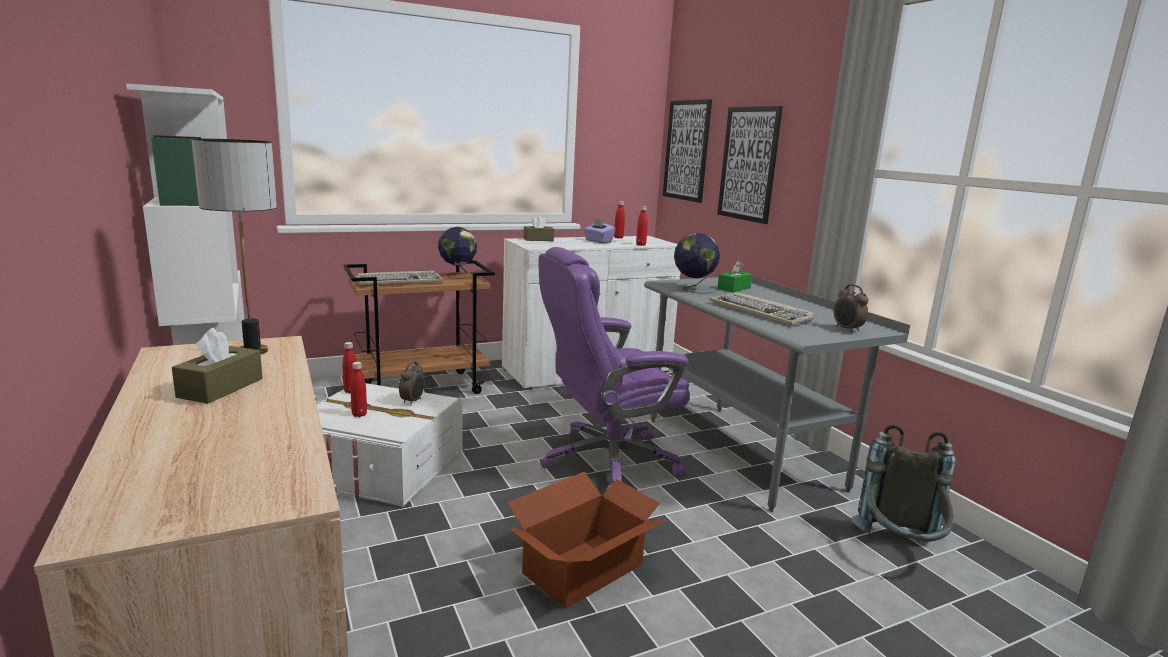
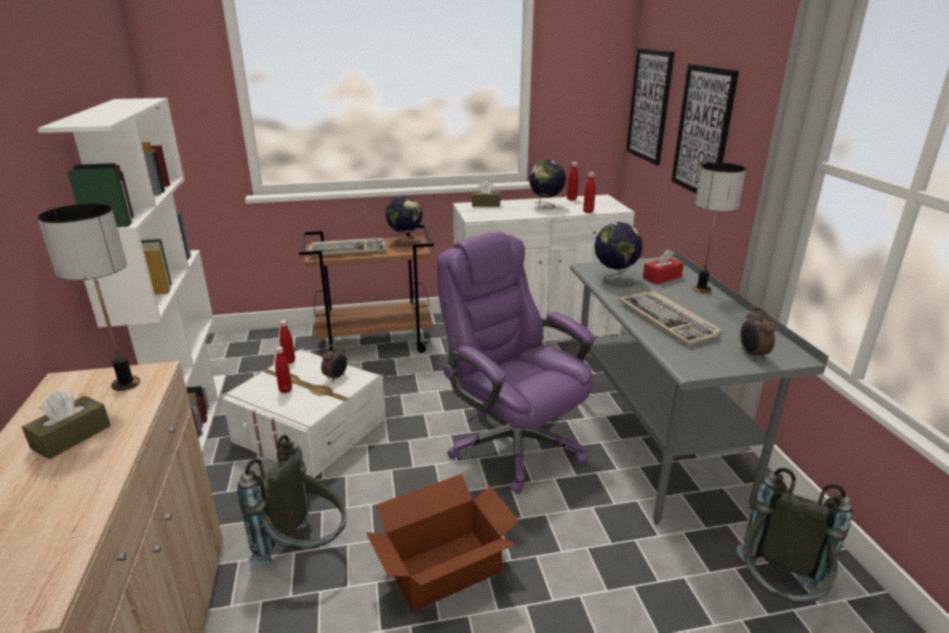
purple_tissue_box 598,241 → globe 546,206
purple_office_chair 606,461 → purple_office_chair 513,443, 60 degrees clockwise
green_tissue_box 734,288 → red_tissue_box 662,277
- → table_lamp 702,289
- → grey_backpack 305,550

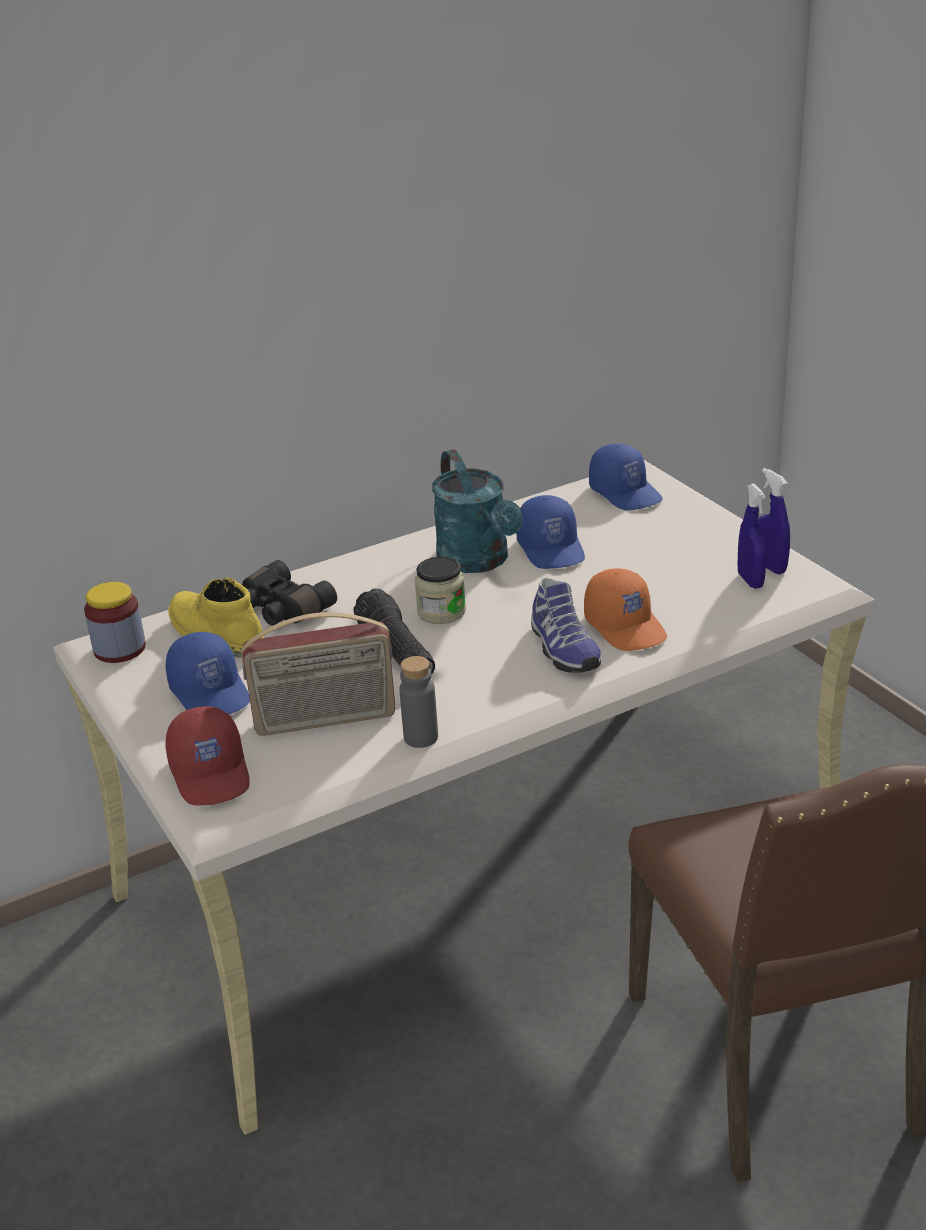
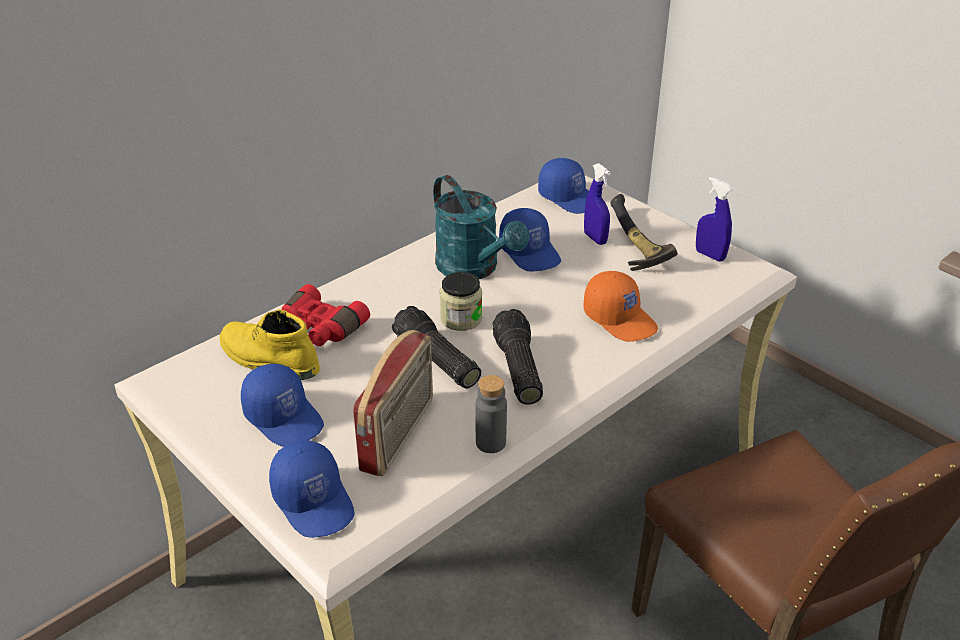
blue_spray_bottle 750,581 → blue_spray_bottle 595,238, move
black_binoculars 281,609 → red_binoculars 319,329
shoe 562,649 → -
jar 119,649 → -
radio 325,720 → radio 399,435, 45 degrees counterclockwise
red_cap 212,773 → blue_cap 315,501
- → hammer 632,243
- → flashlight 516,369

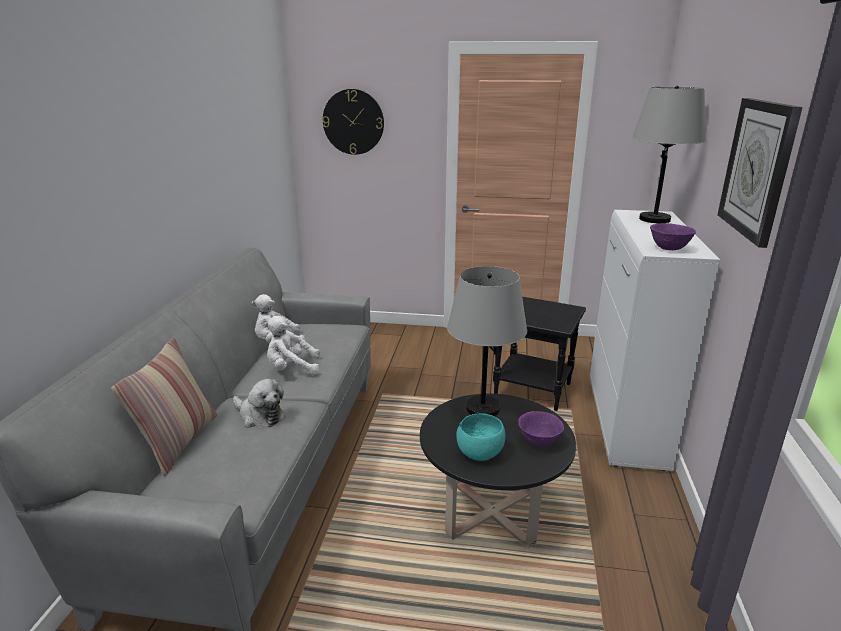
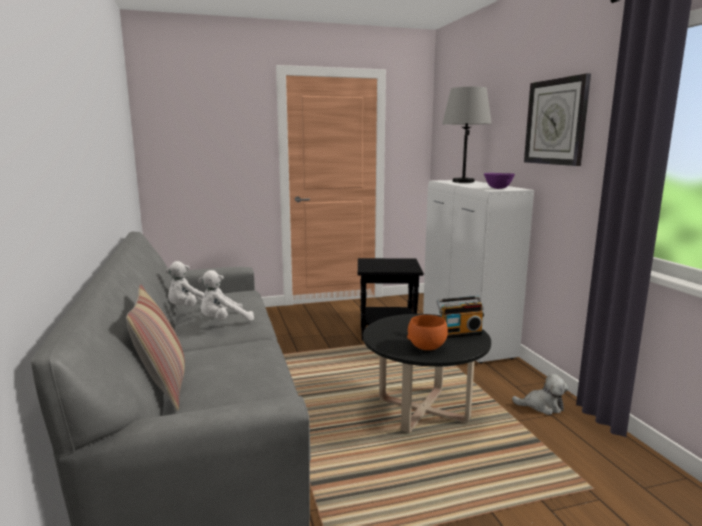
wall_clock 353,122 → -
grey_table_lamp 482,408 → -
plush_toy 259,416 → plush_toy 542,406, move
purple_bowl 539,442 → radio 459,333
turquoise_bowl 480,454 → orange_bowl 427,347

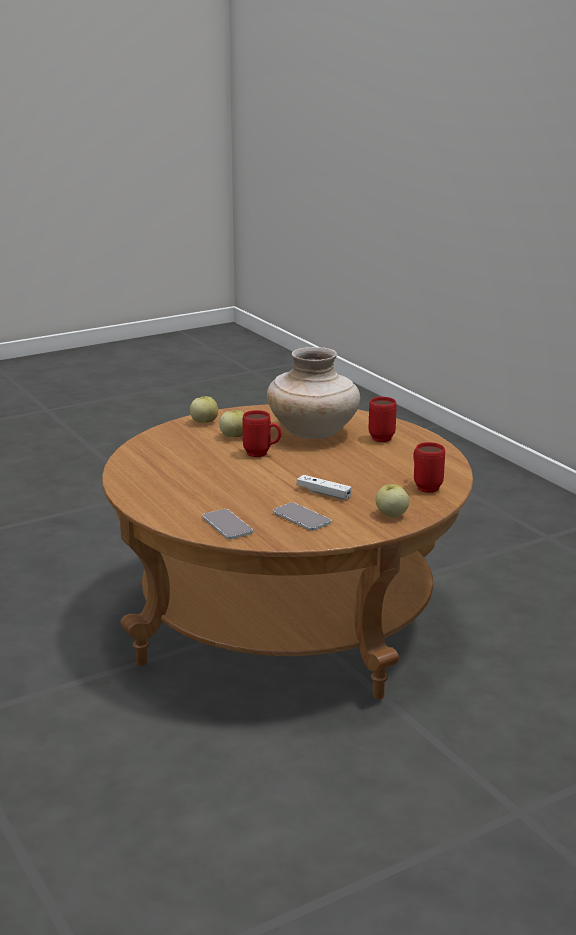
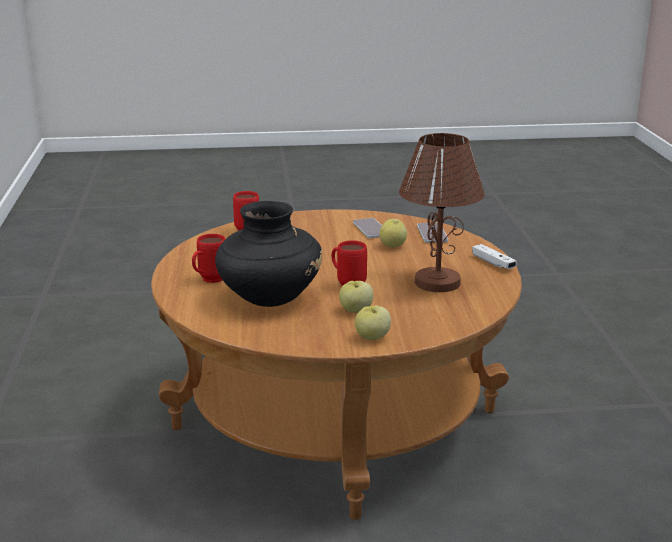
beige_vase 313,433 → black_vase 269,298
white_game_controller 323,493 → white_game_controller 493,263, move
apple 391,515 → apple 393,245, move
- → brown_table_lamp 436,282

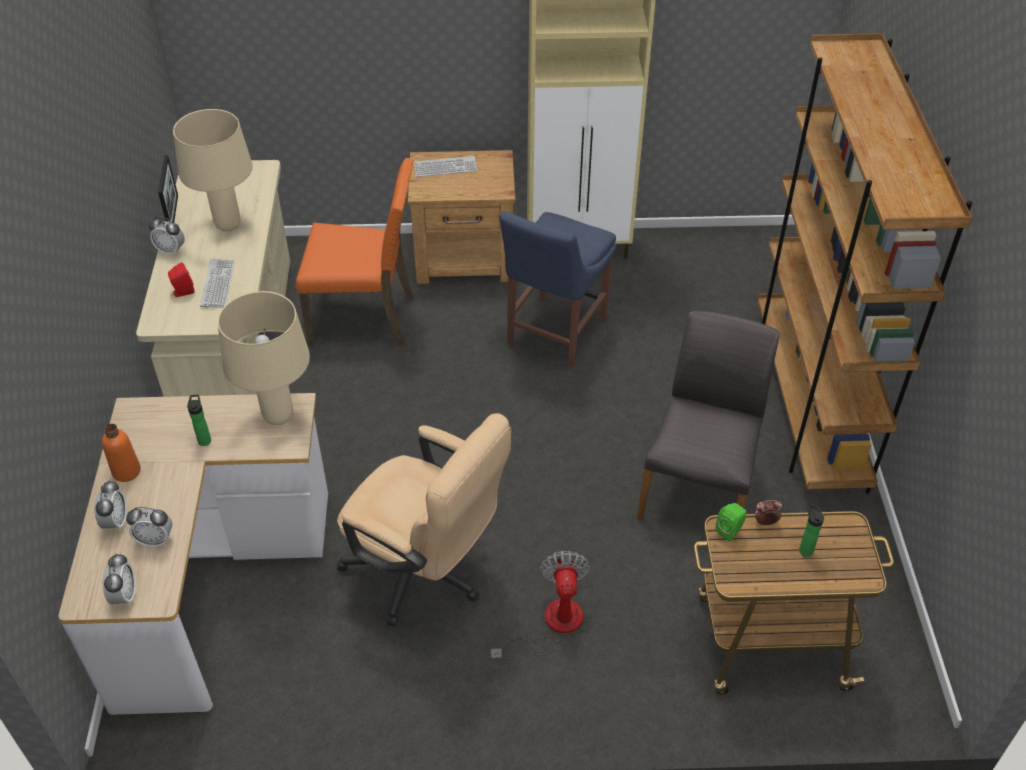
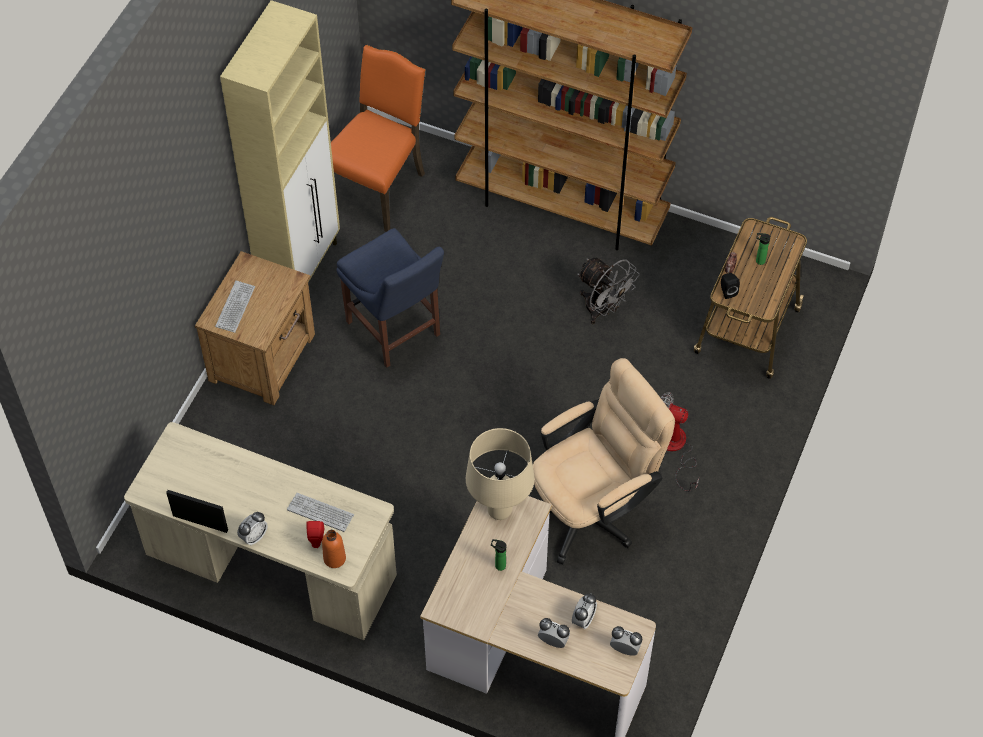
beige_table_lamp 228,225 → -
orange_chair 365,318 → orange_chair 378,188, move
grey_chair 698,488 → grey_fan 603,310
orange_bottle 126,471 → orange_bottle 334,558, move
green_speaker 730,530 → black_speaker 727,291

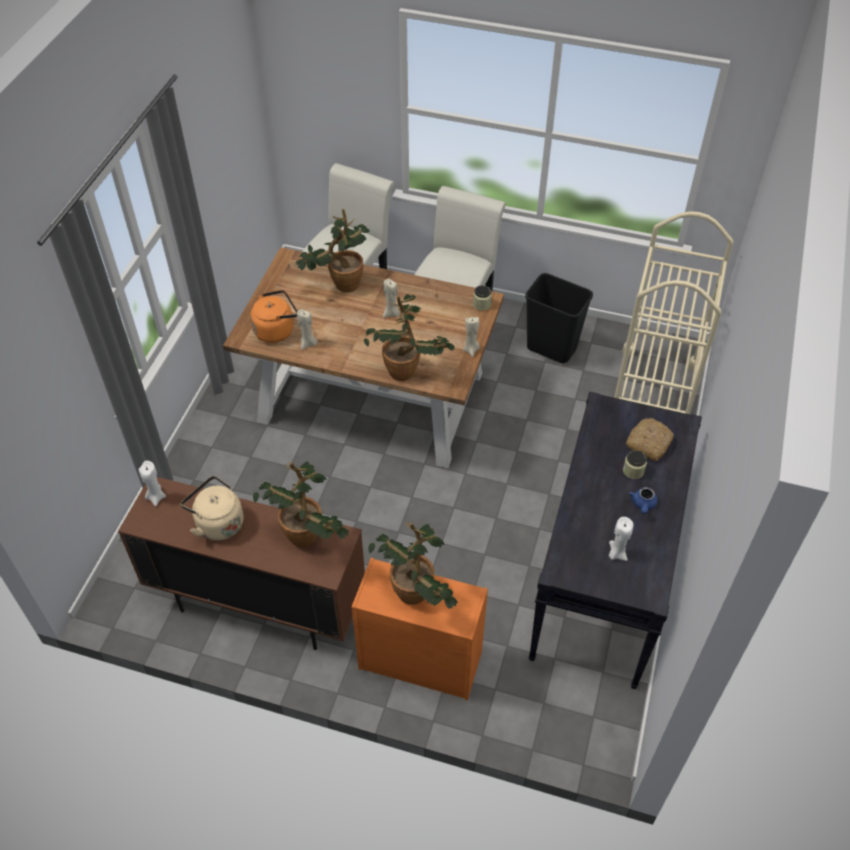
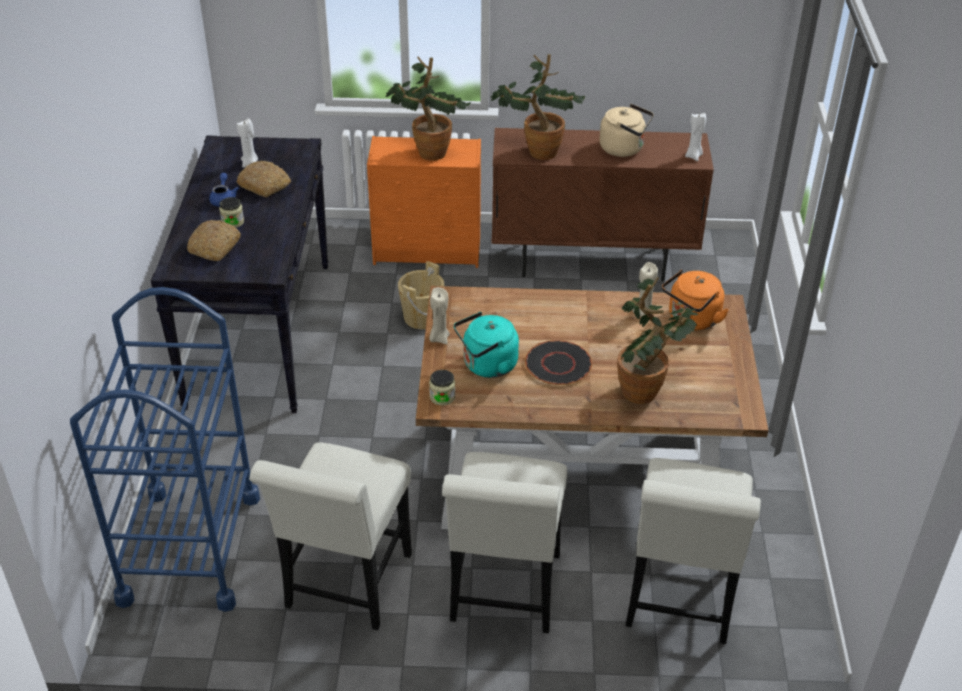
beige_cart 653,392 → blue_cart 190,548
black_trash_can 552,348 → white_chair 345,588
beige_candle 392,314 → black_plate 558,364
potted_plant 407,374 → -
- → bread 265,185
- → beige_bucket 422,317
- → turquoise_kettle 487,366

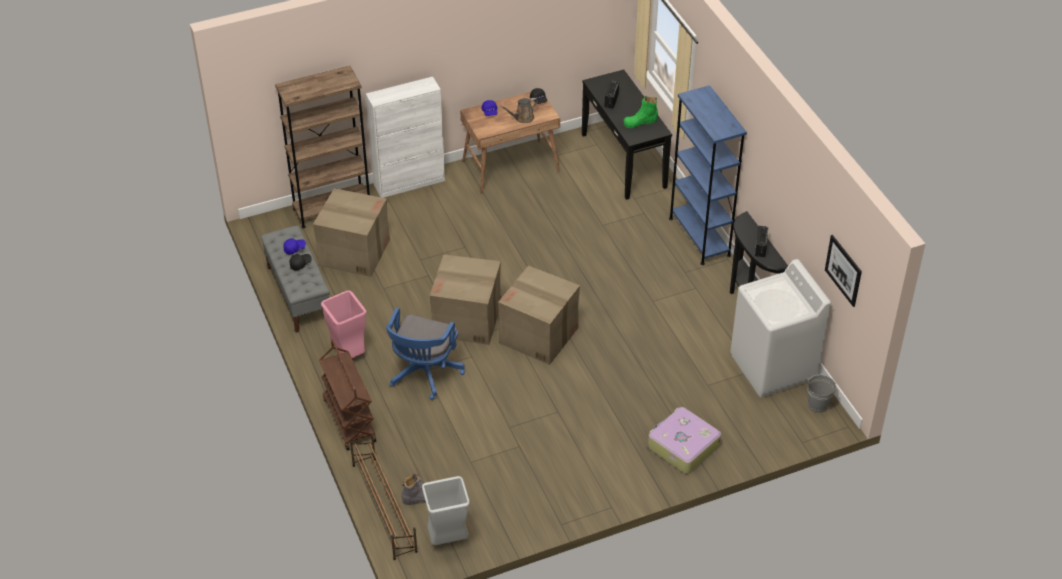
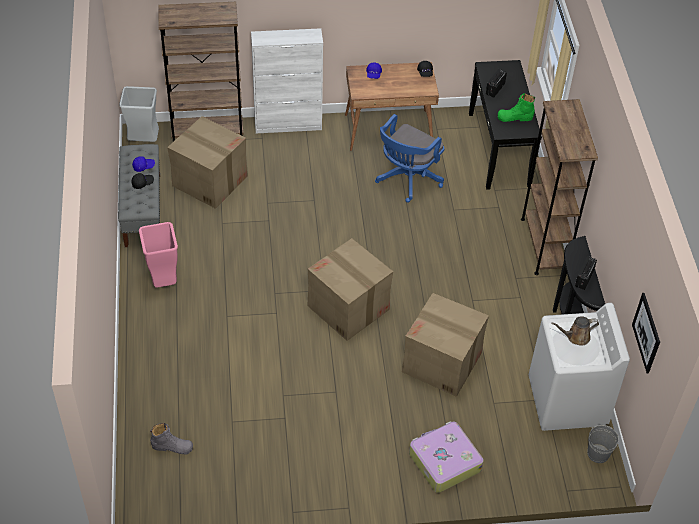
blue_bookcase 699,237 → brown_bookcase 544,245
brown_watering_can 522,118 → brown_watering_can 576,337, move
cardboard_box 467,320 → cardboard_box 442,362, move
blue_office_chair 423,374 → blue_office_chair 407,179, move
brown_cart 349,419 → -
brown_shoe_rack 384,507 → -
grey_trash_can 447,540 → grey_trash_can 143,141, move

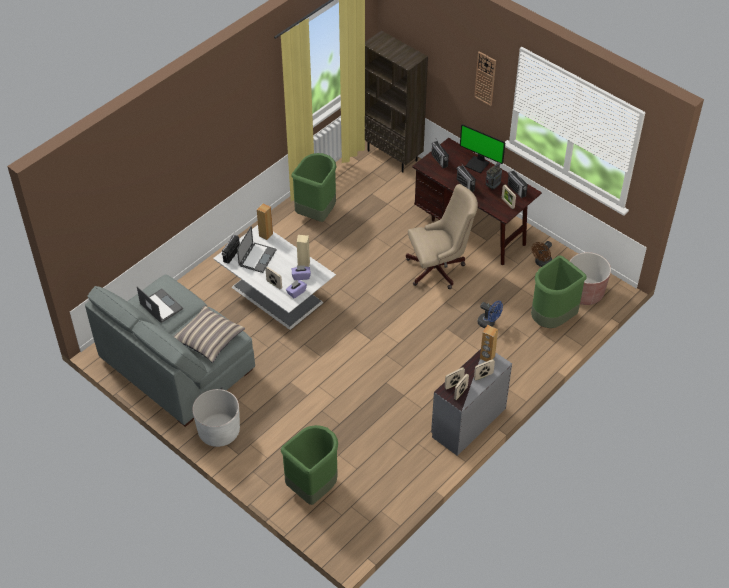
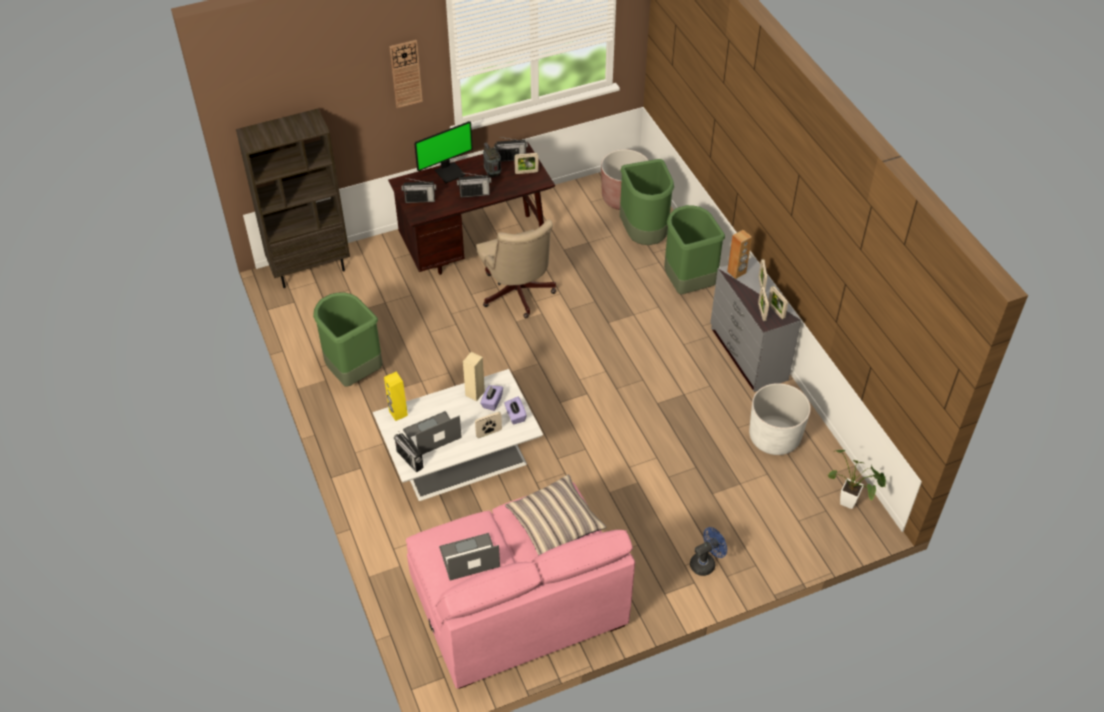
beige_office_chair 439,269 → beige_office_chair 517,296, 150 degrees clockwise
brown_speaker 265,234 → yellow_speaker 398,413
laptop 257,257 → laptop 431,434, 75 degrees counterclockwise
brown_fan 541,263 → -
grey_sofa 177,365 → pink_sofa 517,603
blue_fan 489,323 → blue_fan 706,563, move
white_planter 219,431 → white_planter 774,437, move
green_trash_can 312,488 → green_trash_can 687,284, move
- → potted_plant 851,504

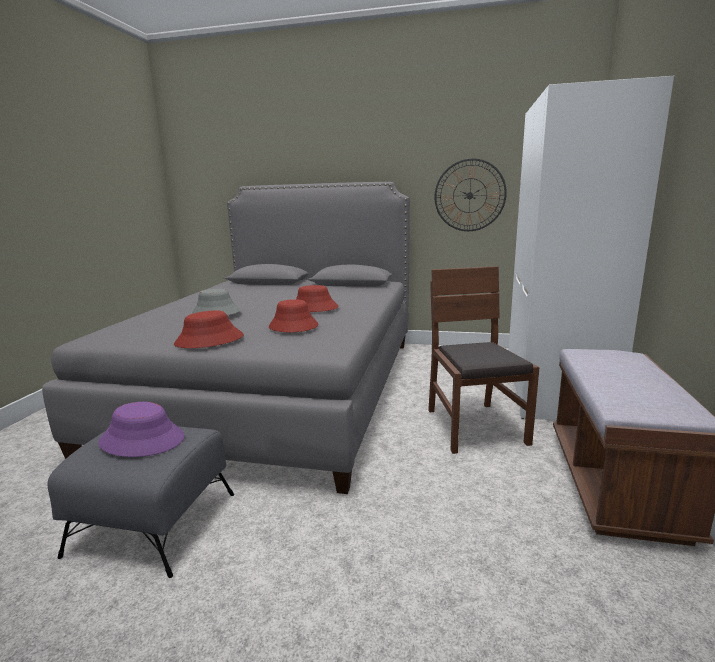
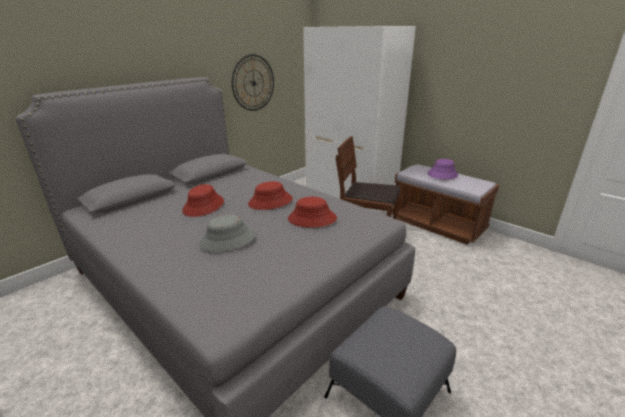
red_hat 209,340 → red_hat 204,206, move
purple_hat 142,440 → purple_hat 442,174, move

